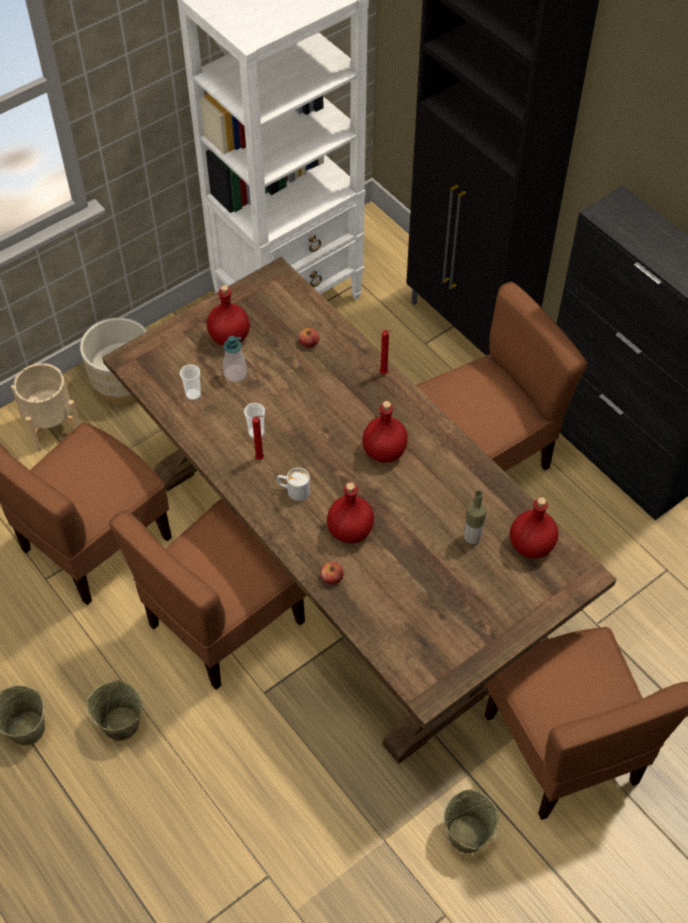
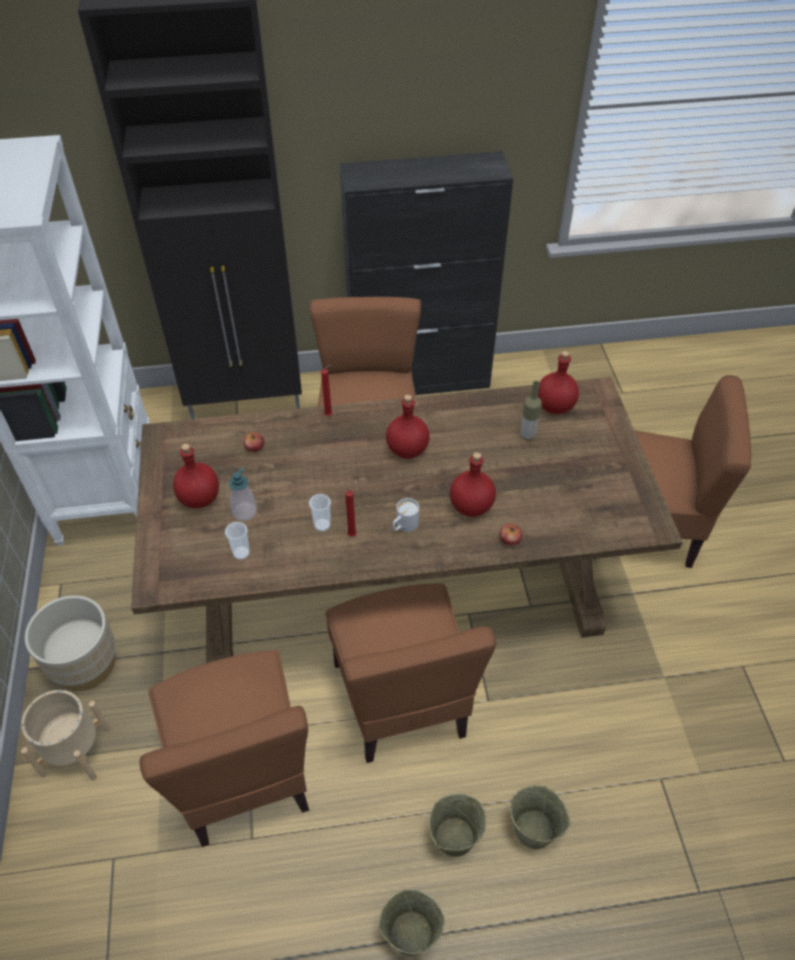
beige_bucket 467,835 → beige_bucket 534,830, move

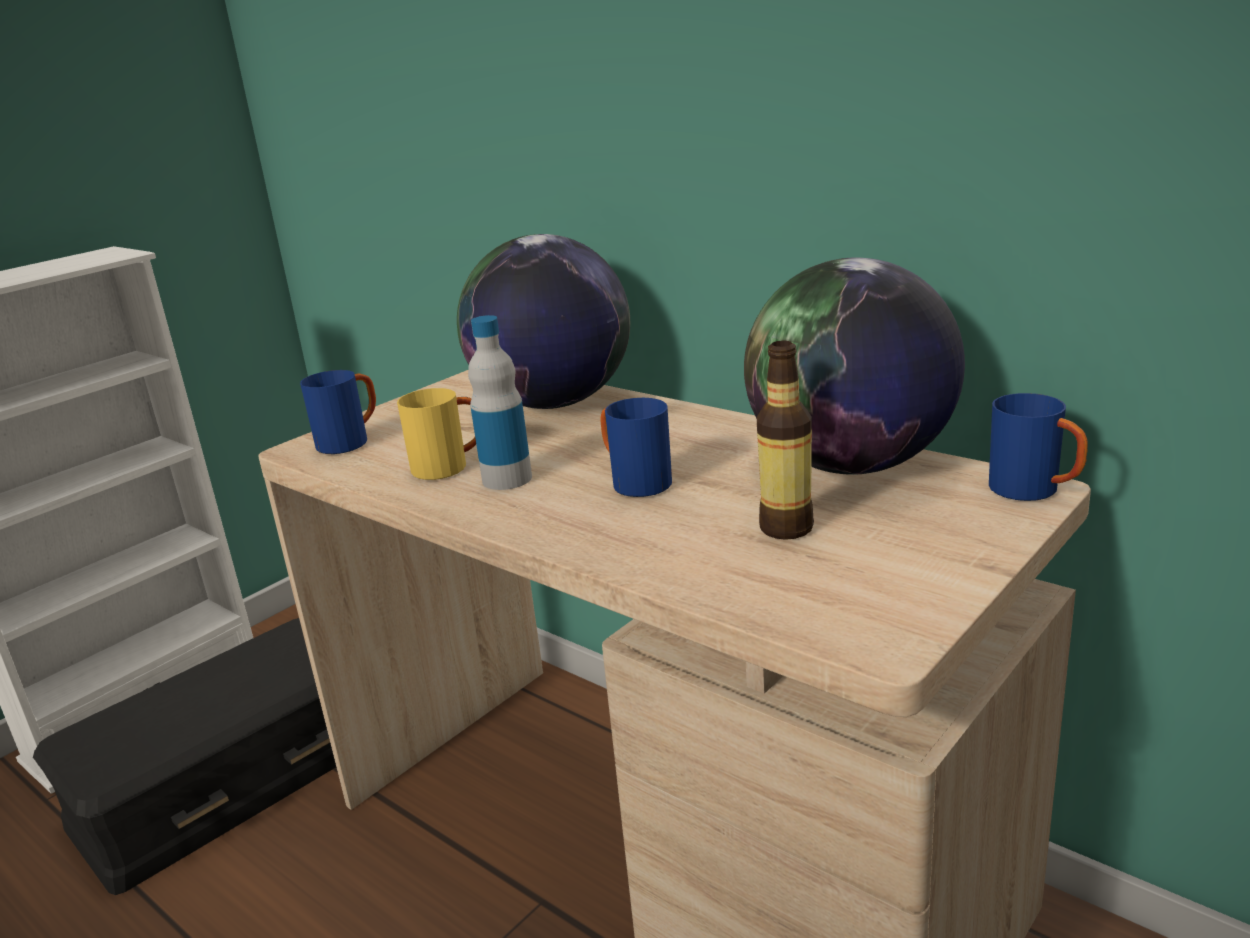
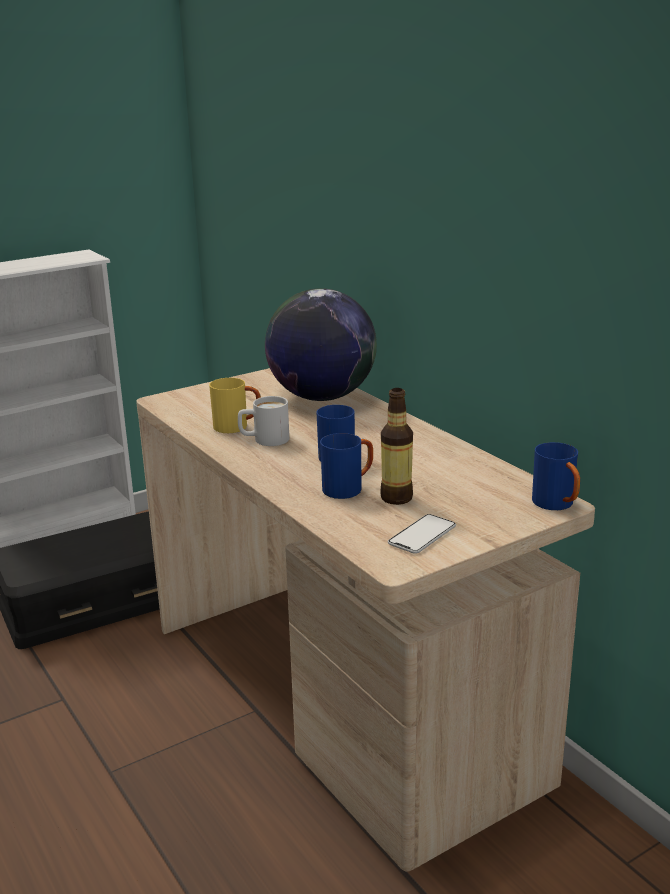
globe 851,465 → -
bottle 507,479 → white_mug 264,440
blue_mug 351,441 → blue_mug 348,488, move
- → phone 422,535

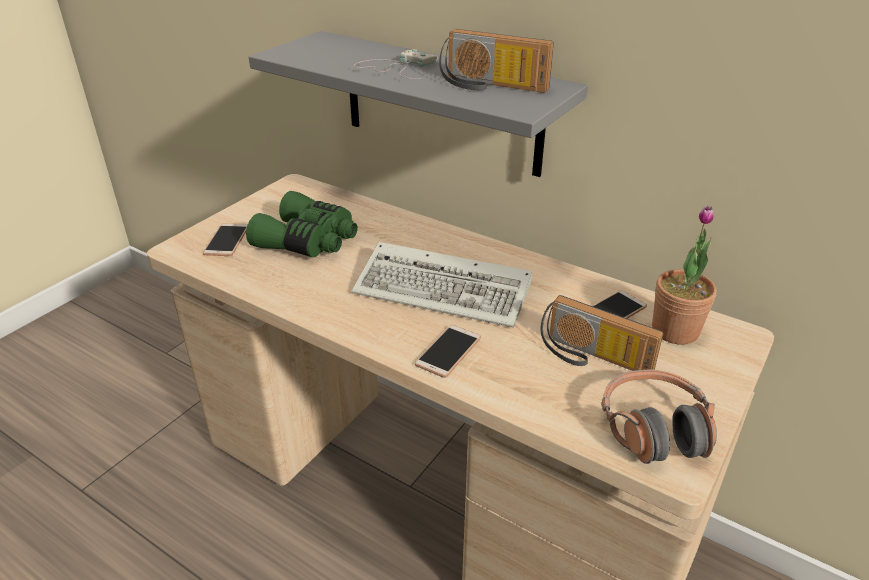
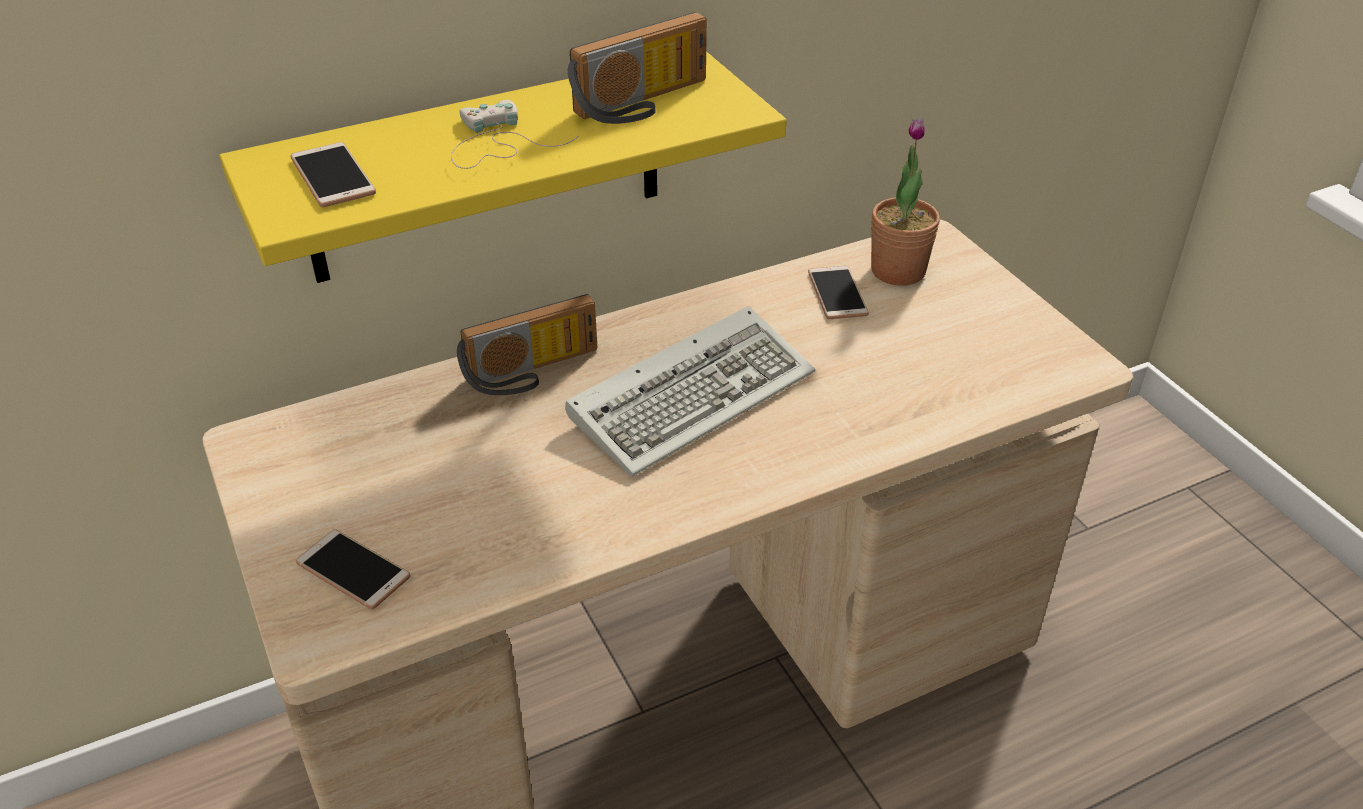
grey_shelf 440,103 → yellow_shelf 486,168
green_binoculars 309,241 → -
radio 592,358 → radio 533,372, move
phone 448,351 → phone 333,176, move
headphones 654,429 → -

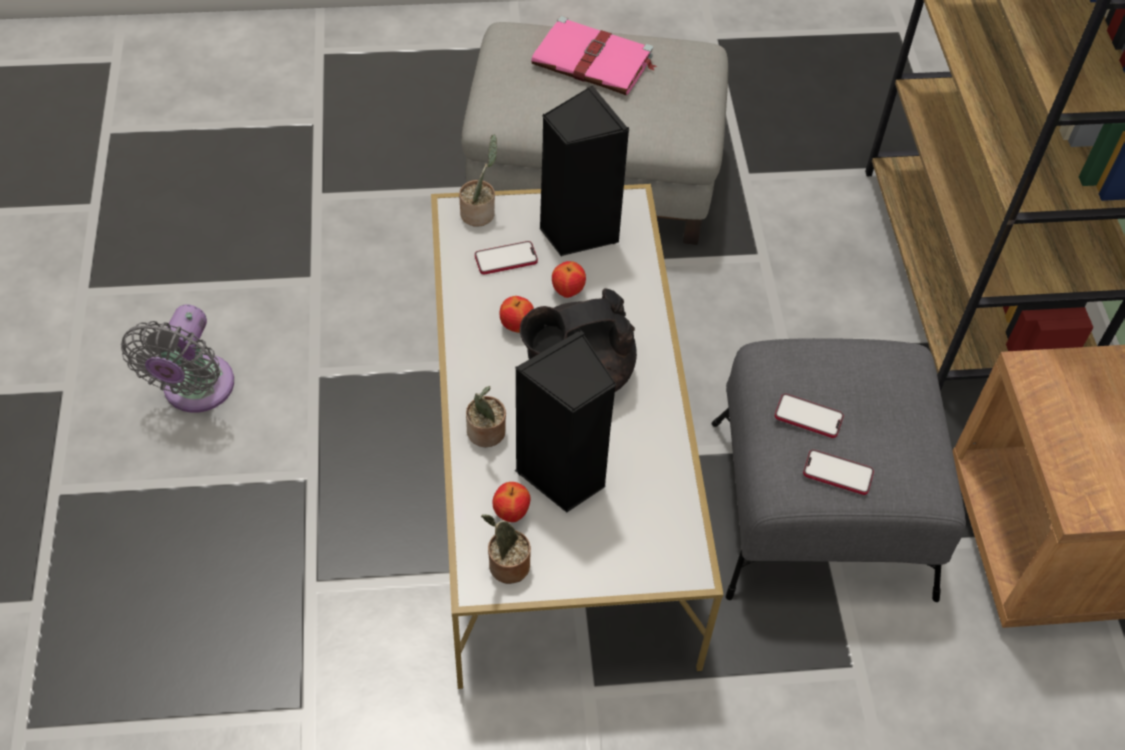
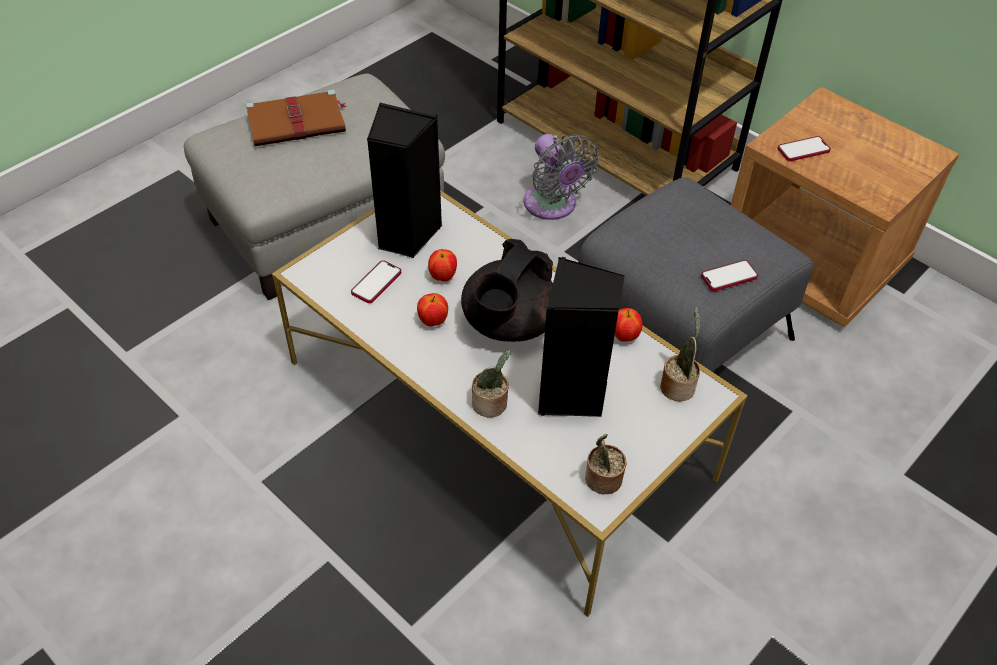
pink_book 594,61 → brown_book 298,122
potted_plant 479,212 → potted_plant 678,385, move
grey_fan 195,390 → grey_fan 552,206, move
phone 808,417 → phone 803,150, move
apple 511,513 → apple 624,336, move

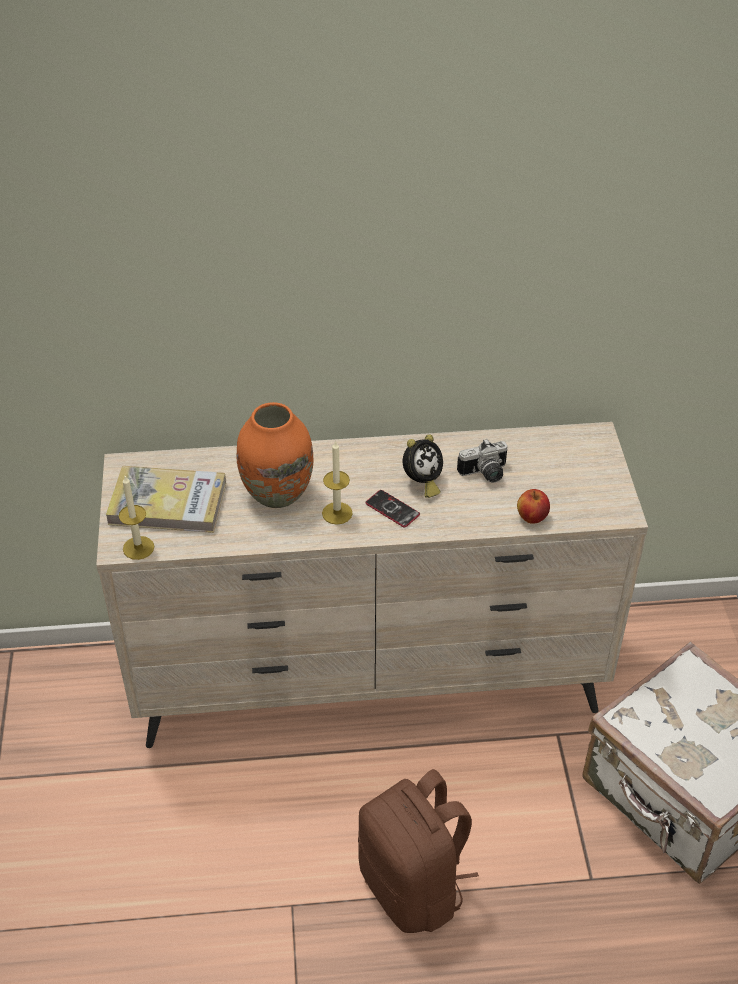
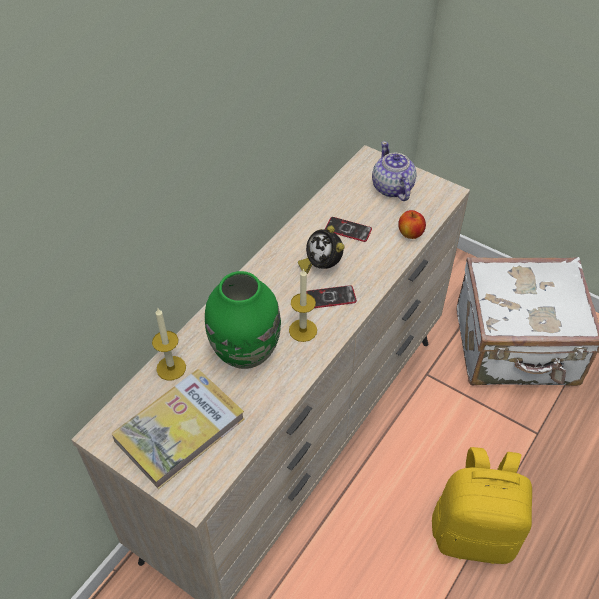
orange_vase 276,494 → green_vase 245,353
alarm_clock 422,482 → alarm_clock 322,266, 150 degrees clockwise
photo_camera 485,474 → phone 348,230
candle 138,548 → candle 171,368, move
brown_backpack 414,887 → yellow_backpack 474,532
- → teapot 392,188

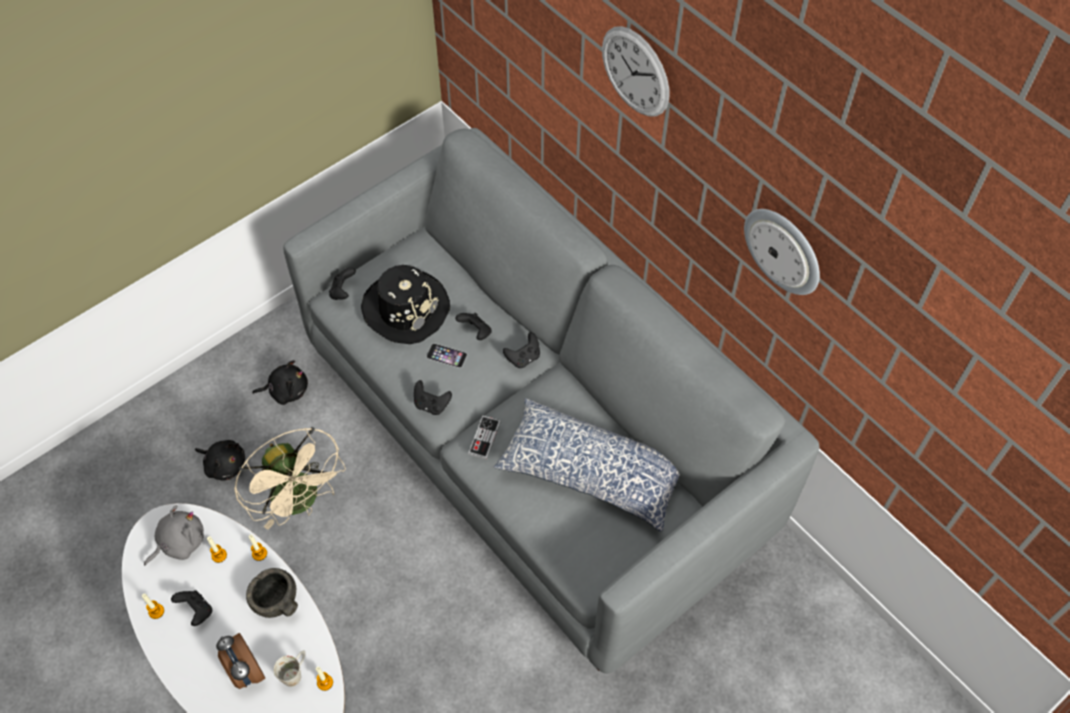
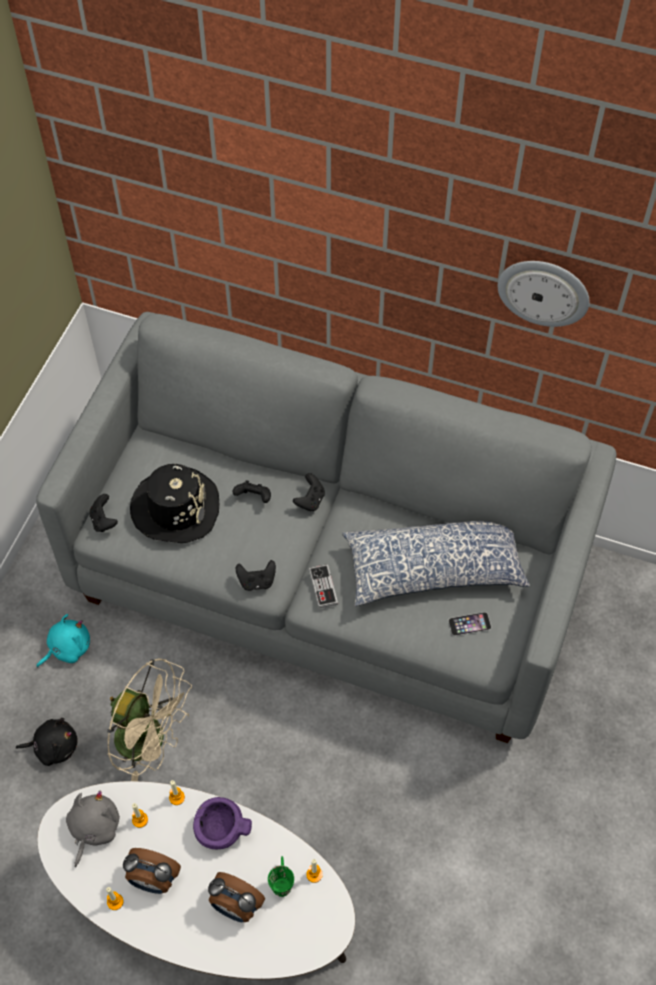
wall_clock 635,71 → -
phone 446,355 → phone 469,624, move
black_plush_toy 286,390 → turquoise_plush_toy 67,648
grey_bowl 275,600 → purple_bowl 220,830
black_game_controller 196,611 → alarm_clock 153,880
white_mug 295,672 → green_mug 281,880

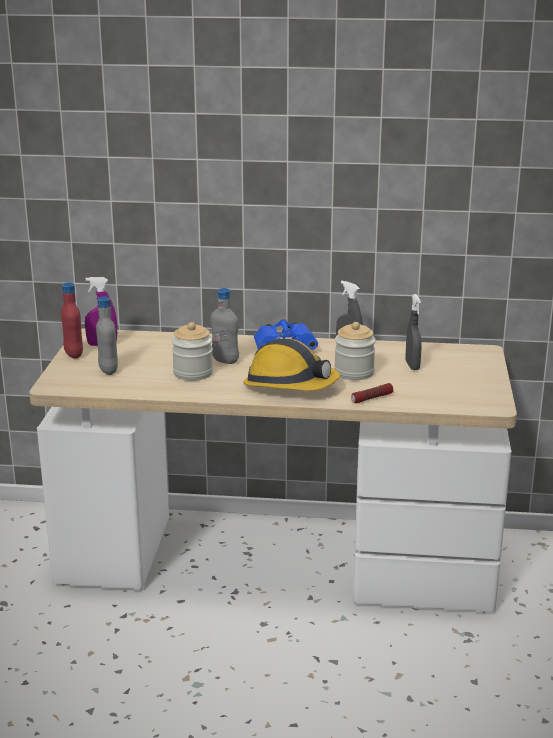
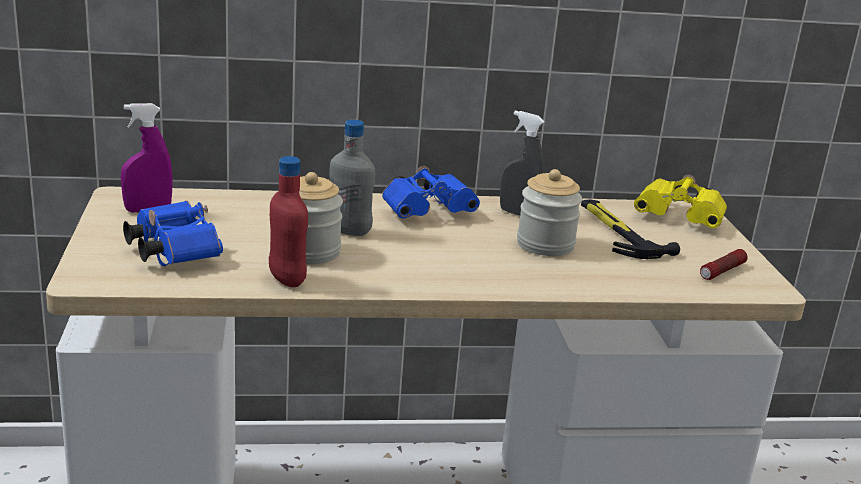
red_bottle 73,354 → red_bottle 287,279, move
grey_spray_bottle 412,365 → hammer 617,232
grey_bottle 108,370 → blue_binoculars 172,251
hard_hat 290,385 → -
flashlight 371,398 → flashlight 722,272, move
- → yellow_binoculars 681,219

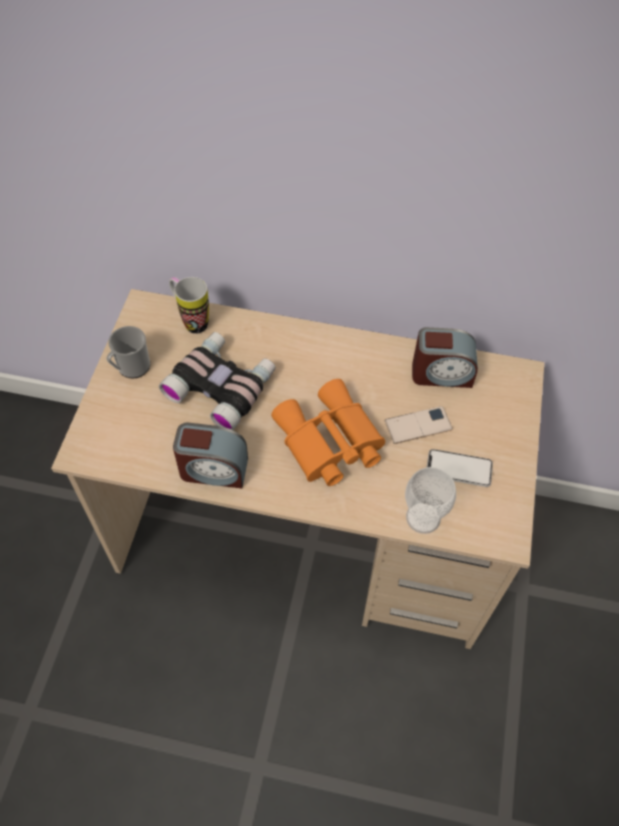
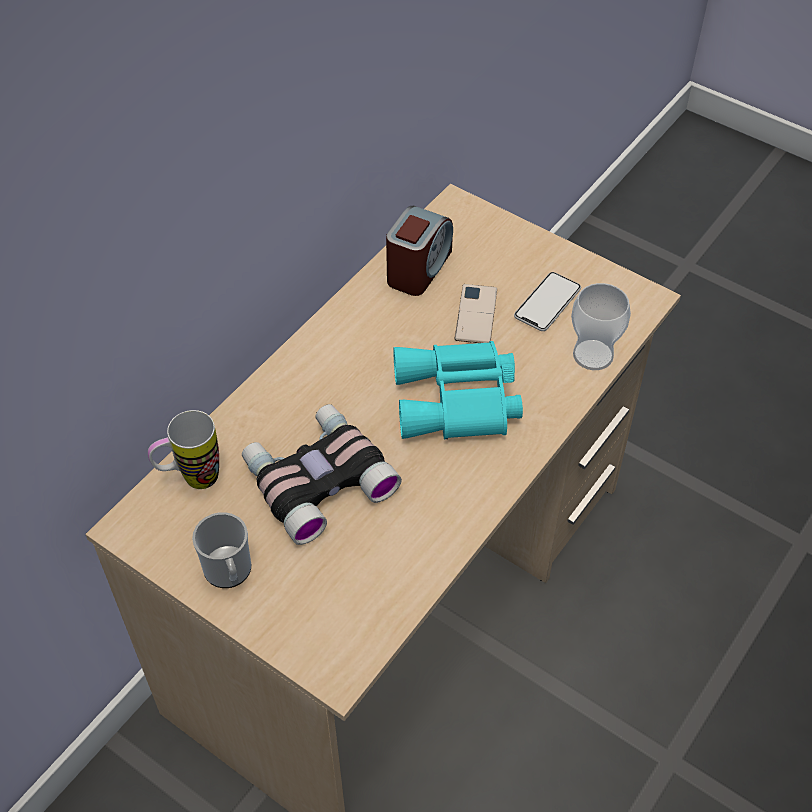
orange_binoculars 328,443 → turquoise_binoculars 458,402
alarm_clock 213,469 → -

